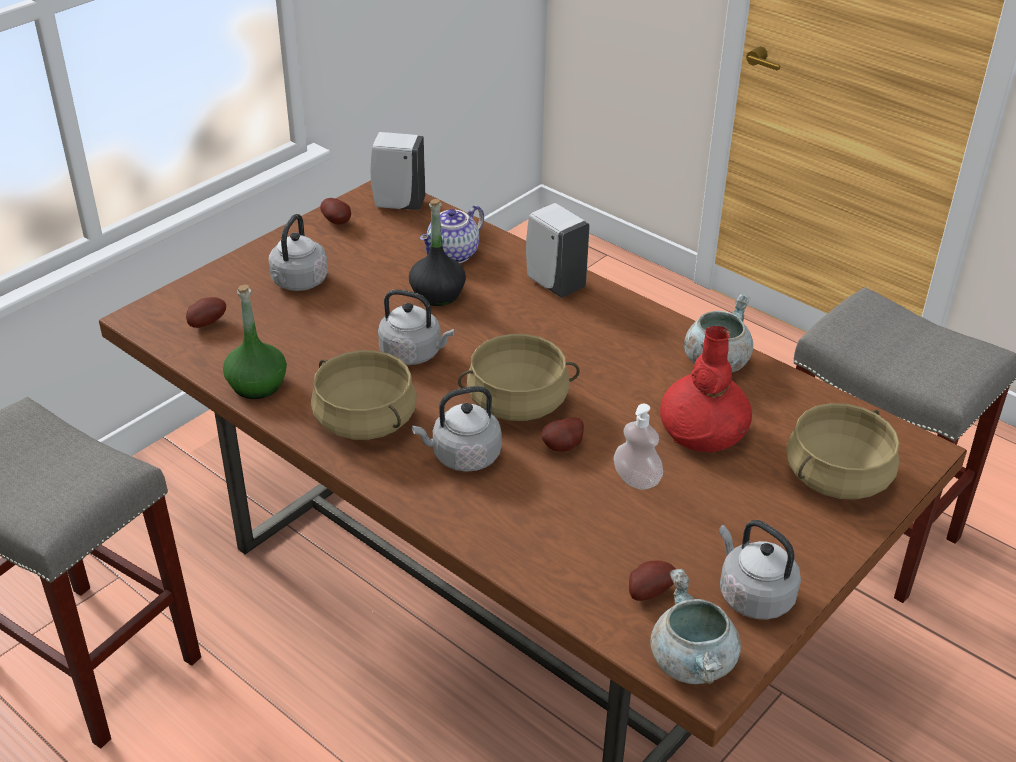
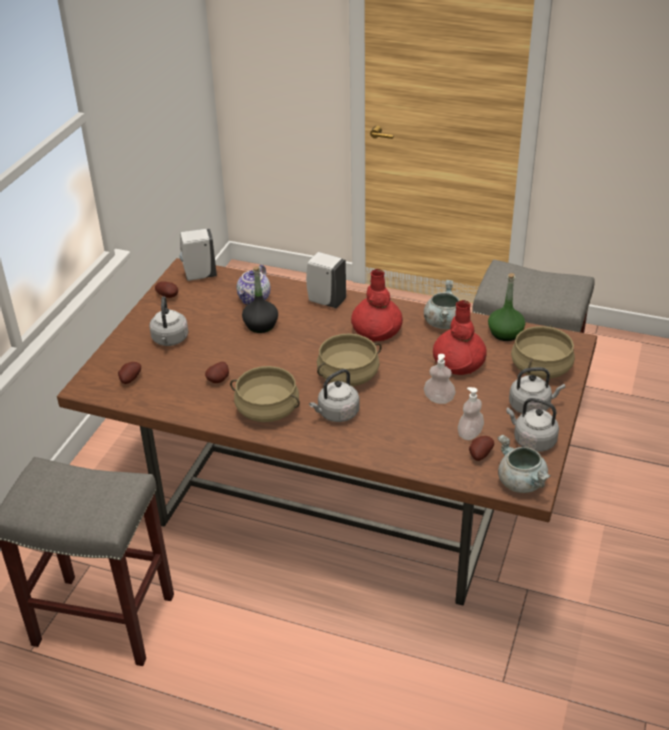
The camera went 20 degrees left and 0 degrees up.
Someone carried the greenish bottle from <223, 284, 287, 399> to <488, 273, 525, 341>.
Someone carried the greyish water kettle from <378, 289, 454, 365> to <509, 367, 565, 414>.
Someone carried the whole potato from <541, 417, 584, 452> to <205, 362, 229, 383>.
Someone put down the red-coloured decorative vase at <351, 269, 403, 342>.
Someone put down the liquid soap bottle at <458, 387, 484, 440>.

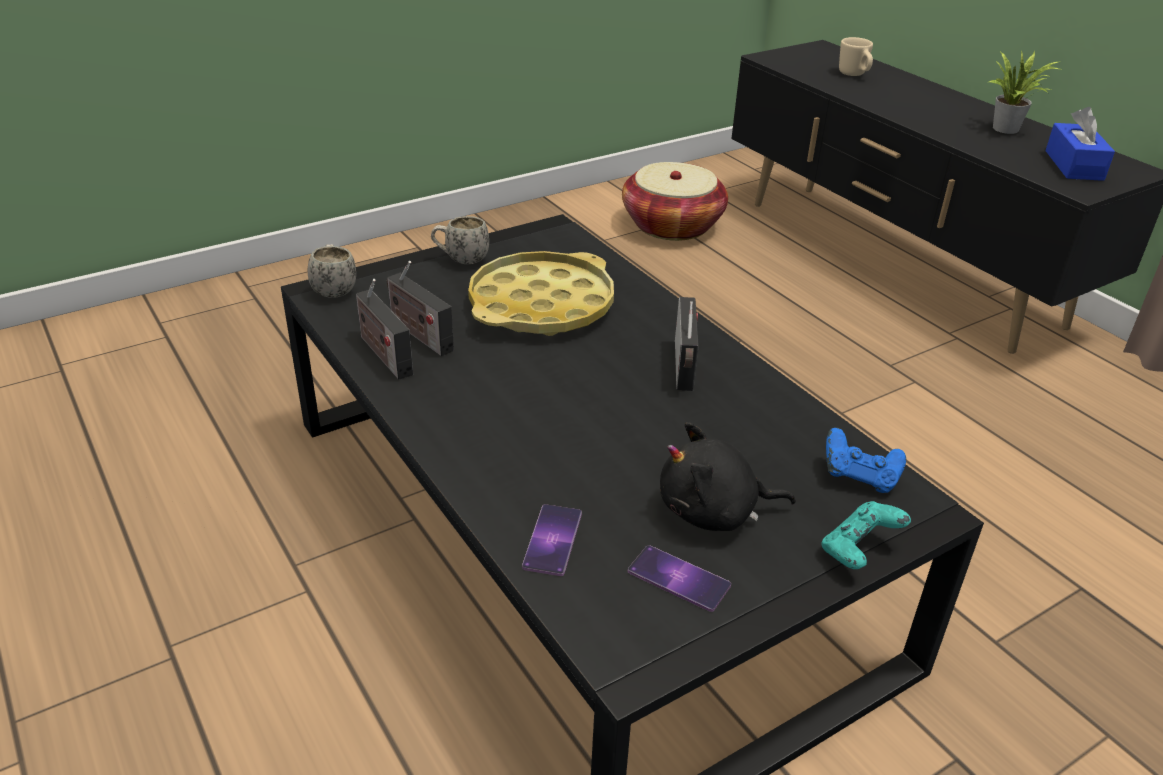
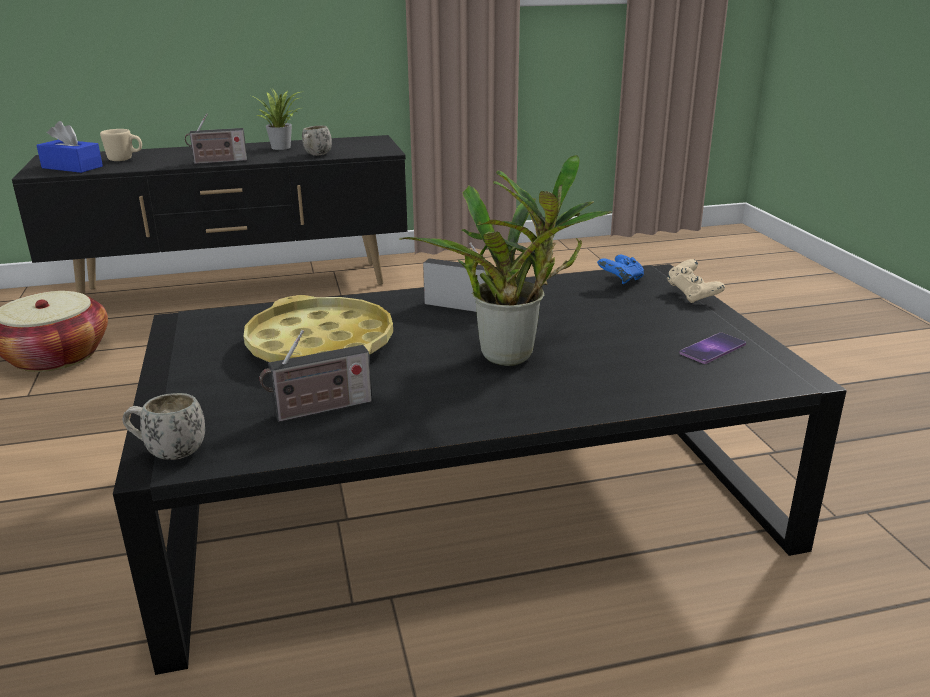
The camera went 70 degrees left and 10 degrees down.
Someone carried the radio from <356, 279, 413, 380> to <185, 113, 247, 164>.
Someone carried the whitish mug from <431, 216, 489, 264> to <302, 126, 332, 156>.
Someone took away the phone at <522, 504, 582, 576>.
Someone took away the black cuddly toy at <660, 422, 796, 531>.
Someone repainted the blue-green game controller at <821, 501, 911, 569>, which became the beige game controller at <667, 259, 725, 303>.
Someone carried the blue-coloured tissue holder from <1045, 107, 1115, 181> to <36, 121, 103, 173>.
Someone put down the houseplant at <399, 155, 612, 366>.

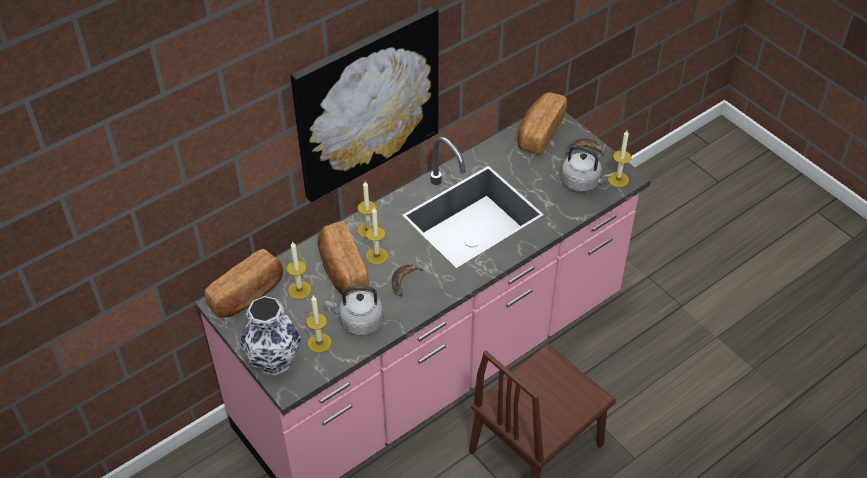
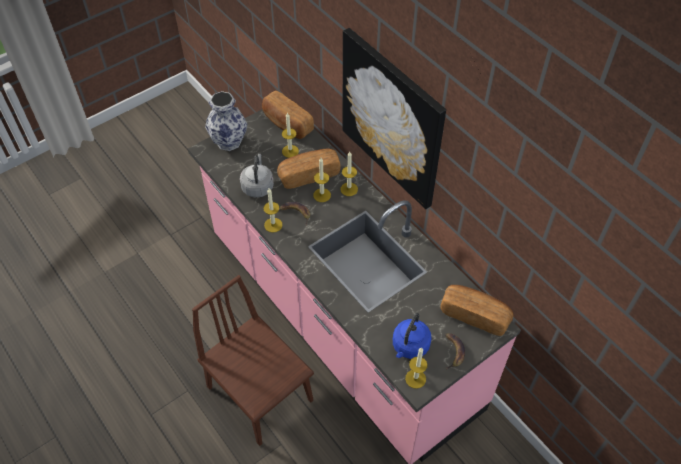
The camera went 90 degrees right and 5 degrees up.
Someone carried the wax candle from <306, 296, 332, 353> to <264, 188, 283, 233>.
Someone repainted the greyish water kettle at <561, 145, 612, 192>, which became the blue-coloured water kettle at <393, 313, 432, 359>.

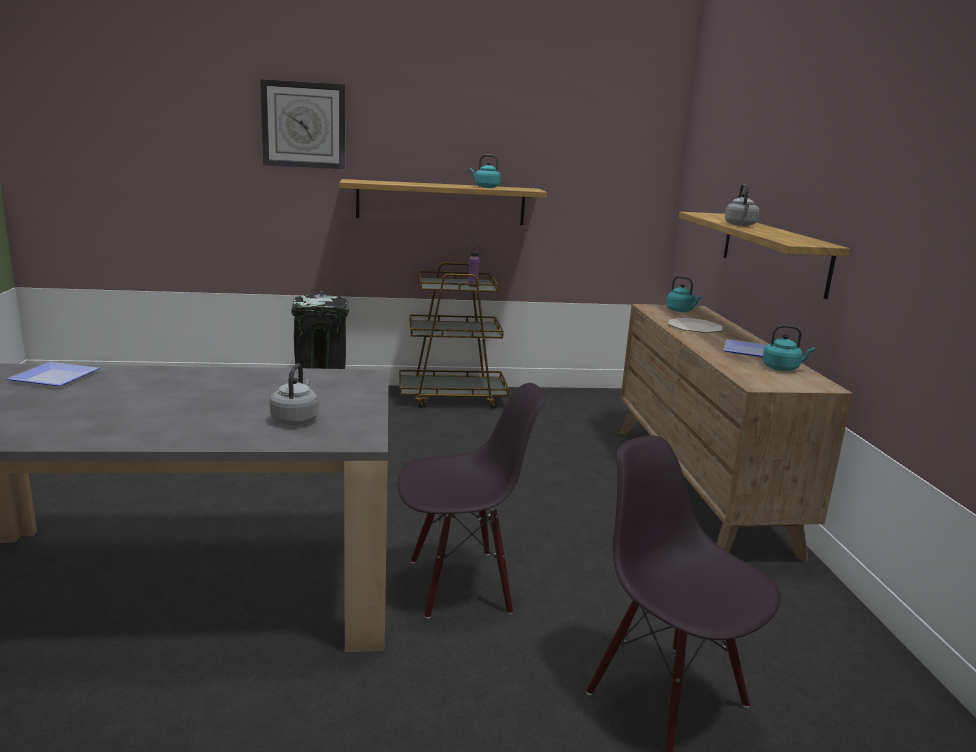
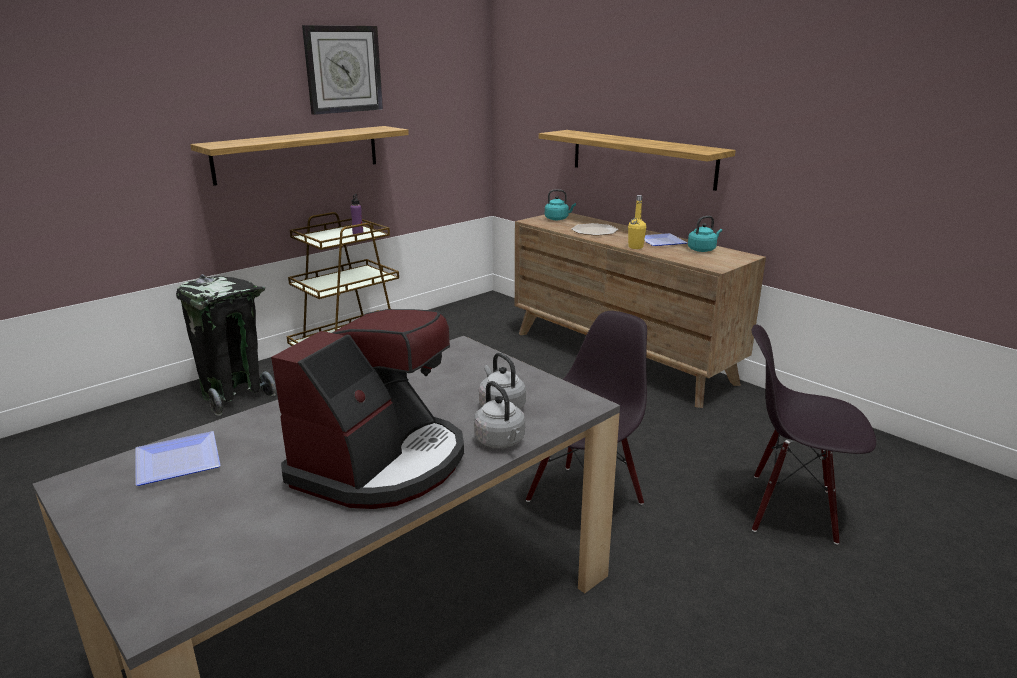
The camera went 35 degrees left and 5 degrees up.
Someone carried the clock on the wall from <260, 79, 345, 169> to <302, 25, 383, 115>.
Someone took away the blue-green water kettle at <470, 155, 501, 188>.
Someone carried the greyish water kettle from <725, 184, 759, 226> to <474, 381, 525, 448>.
Someone put down the coffee brewer at <271, 309, 464, 509>.
Someone put down the yellowish bottle at <628, 195, 646, 249>.

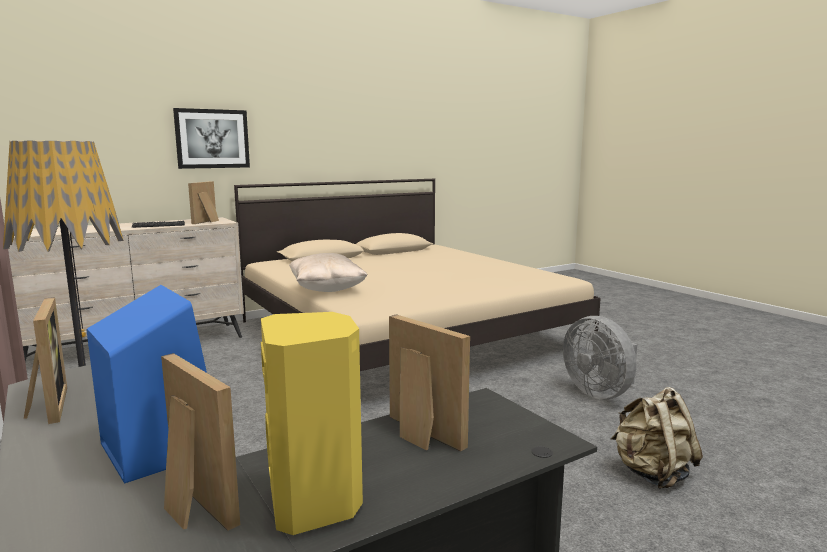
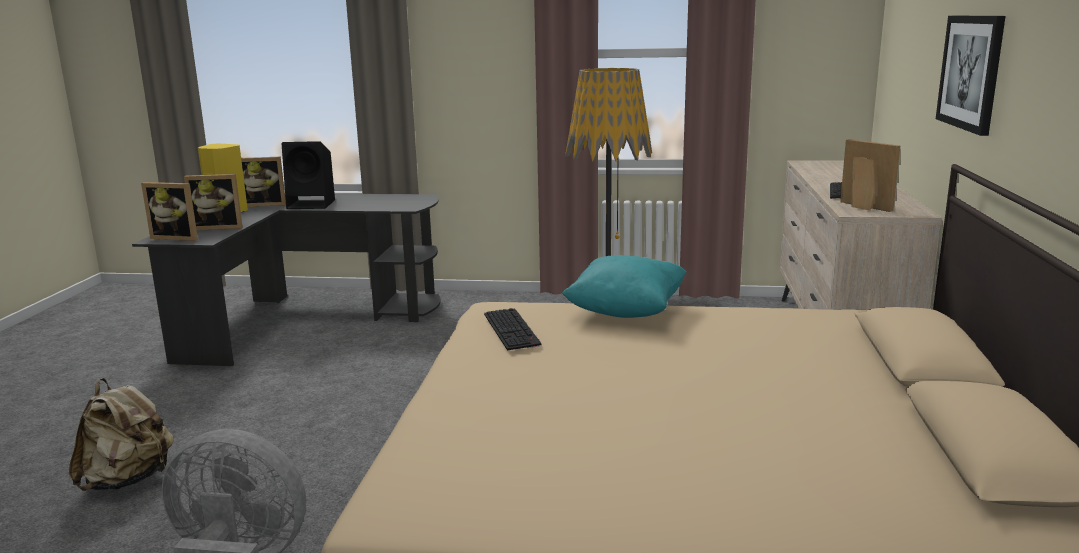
The camera went 130 degrees right and 5 degrees up.
Someone carried the photo frame from <24, 297, 67, 424> to <141, 182, 198, 241>.
Someone repainted the blue-coloured speaker at <87, 285, 207, 484>, which became the black speaker at <281, 141, 335, 209>.
Someone repainted the beige cushion at <289, 253, 368, 292>, which became the blue-green cushion at <562, 255, 687, 318>.
Someone put down the PC keyboard at <484, 308, 541, 350>.

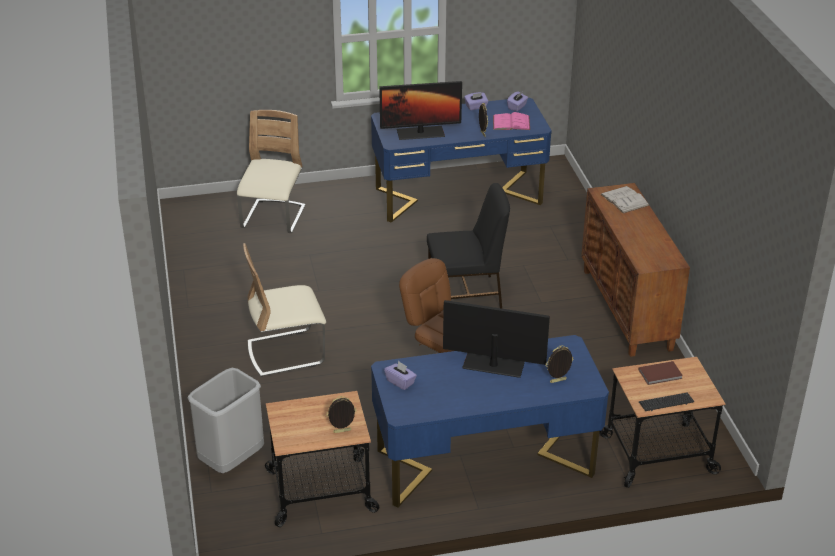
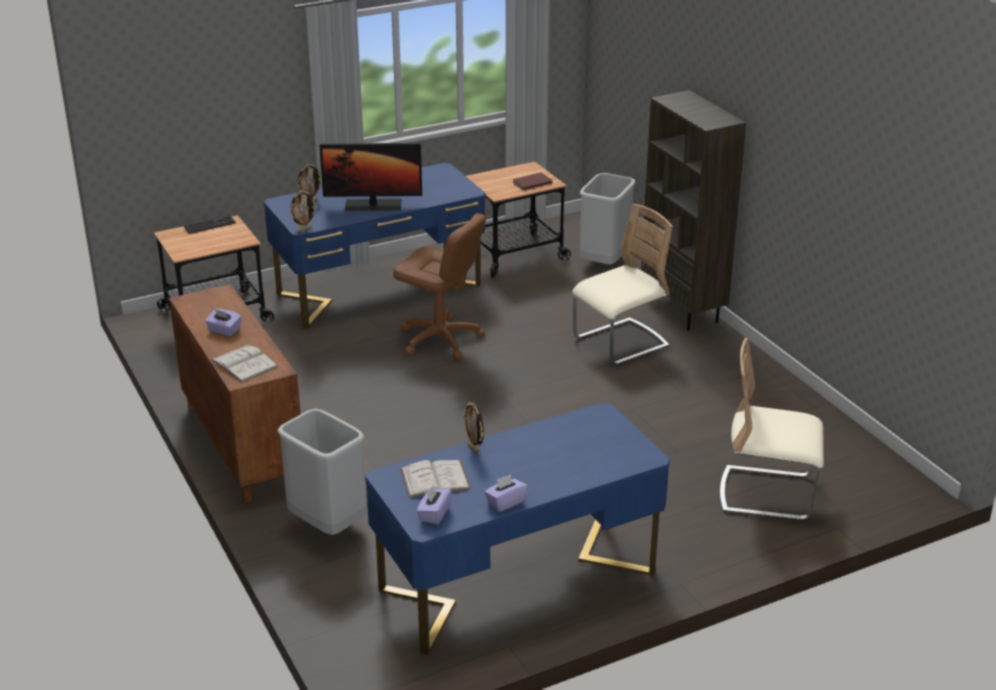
The camera went 165 degrees right and 5 degrees down.
Someone rotated the beige plain chair at <237, 110, 306, 233> by 105 degrees clockwise.
Someone carried the photo frame from <326, 396, 357, 433> to <290, 190, 317, 232>.
Someone took away the computer screen at <379, 81, 462, 140>.
Someone carried the purple tissue holder from <384, 361, 417, 390> to <205, 309, 242, 336>.
Someone took away the black plain chair at <427, 183, 510, 309>.
Someone repainted the pink bound book at <493, 112, 530, 130>, which became the whitish bound book at <400, 460, 471, 498>.
Someone carried the brownish bound book from <639, 361, 683, 385> to <513, 173, 552, 190>.
Someone put down the greyish trash can at <277, 409, 367, 535>.
Someone put down the brownish bookshelf at <641, 90, 746, 331>.

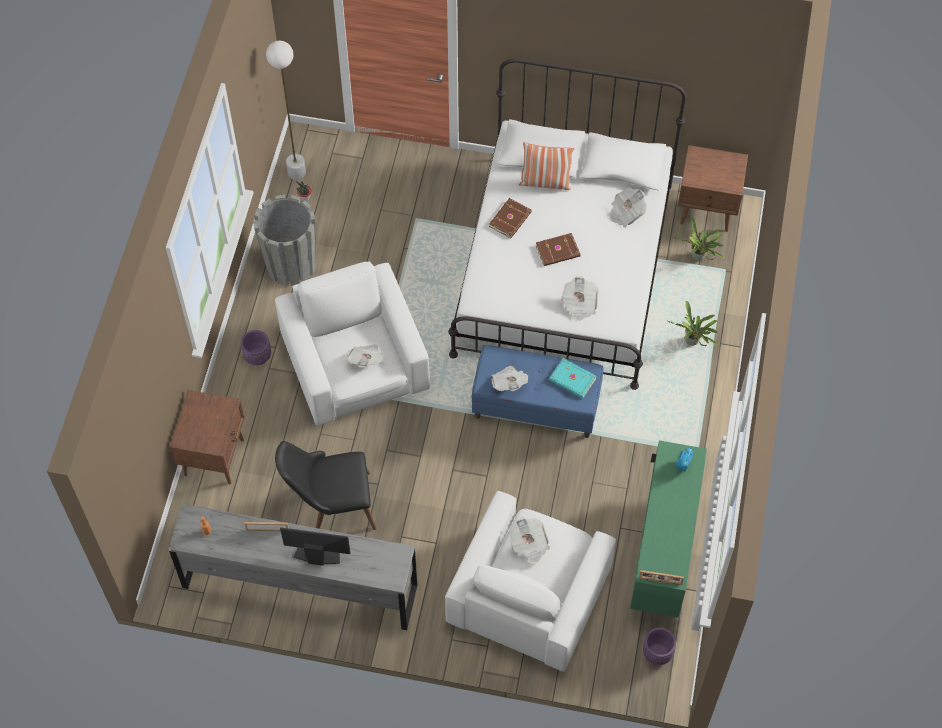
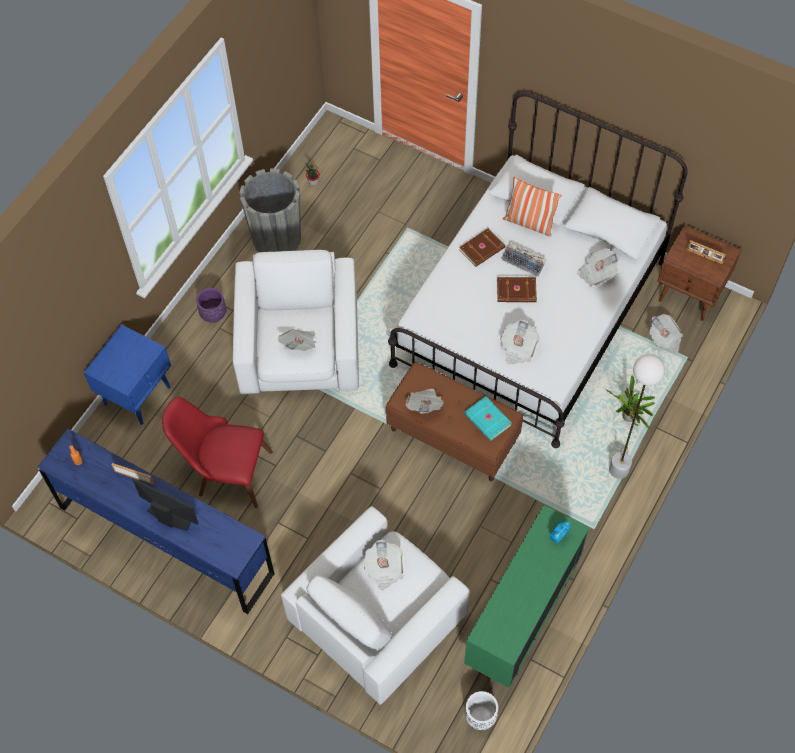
The camera went 20 degrees right and 0 degrees up.
Someone repainted the greyish dresser at <169, 504, 417, 630>, which became the blue-coloured dresser at <37, 428, 274, 614>.
Someone repainted the brownish bedside table at <170, 390, 245, 484>, which became the blue-coloured bedside table at <84, 324, 171, 425>.
Someone carried the whitish standing lamp from <266, 41, 306, 180> to <609, 354, 665, 479>.
Someone repainted the black plain chair at <275, 441, 376, 530>, which became the red-coloured plain chair at <162, 397, 273, 508>.
Someone repainted the blue-coloured bench at <472, 345, 603, 438>, which became the brownish bench at <386, 362, 523, 481>.
Someone carried the photo frame from <639, 570, 684, 585> to <687, 240, 726, 265>.
Someone repainted the purple planter at <643, 627, 676, 665>, which became the whitish planter at <465, 691, 498, 730>.
Someone swapped the houseplant at <674, 217, 725, 261> for the daily paper at <649, 314, 683, 353>.
Someone put down the PC keyboard at <501, 243, 547, 277>.

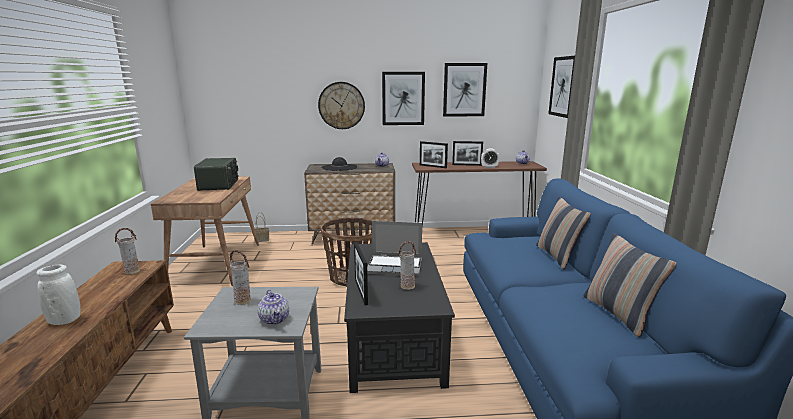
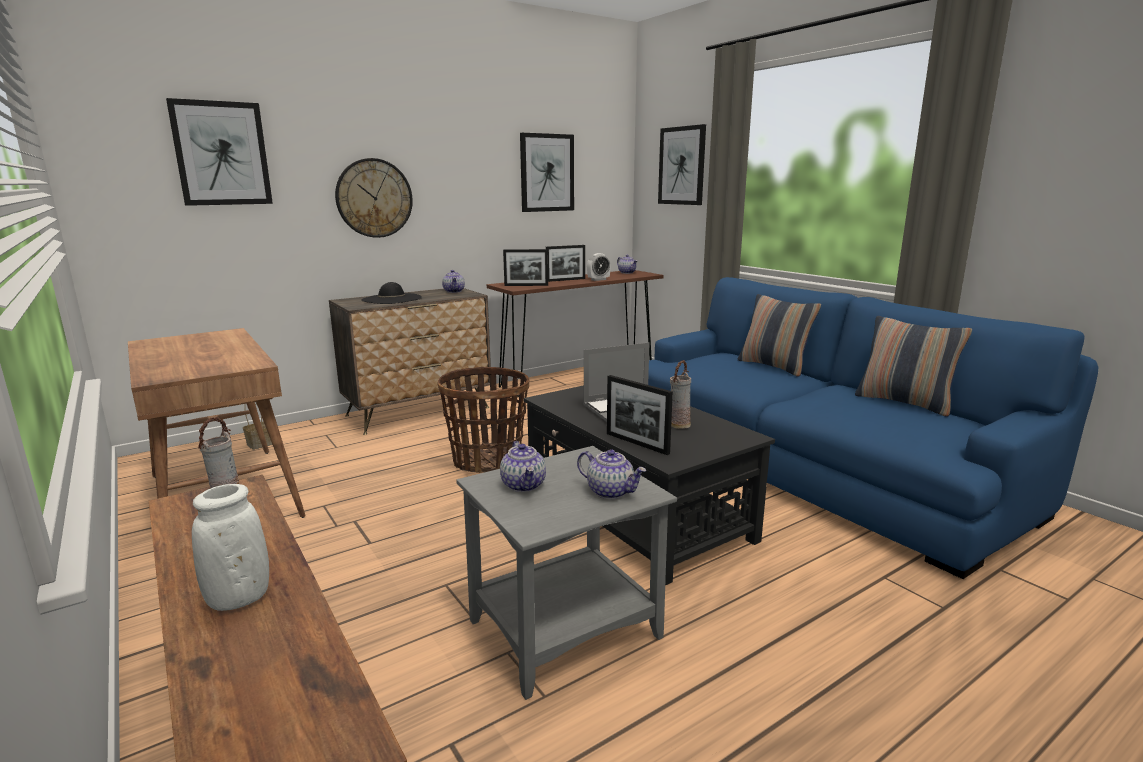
The camera went 30 degrees left and 0 degrees up.
Someone took away the radio at <194, 158, 239, 191>.
Someone swapped the decorative vase at <230, 250, 251, 305> for the tea pot at <500, 441, 546, 492>.
Someone carried the picture from <382, 72, 425, 125> to <166, 98, 273, 206>.

